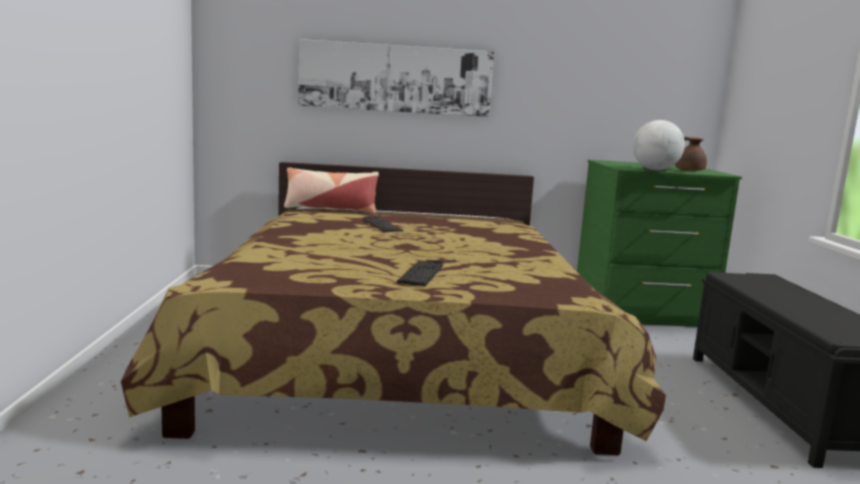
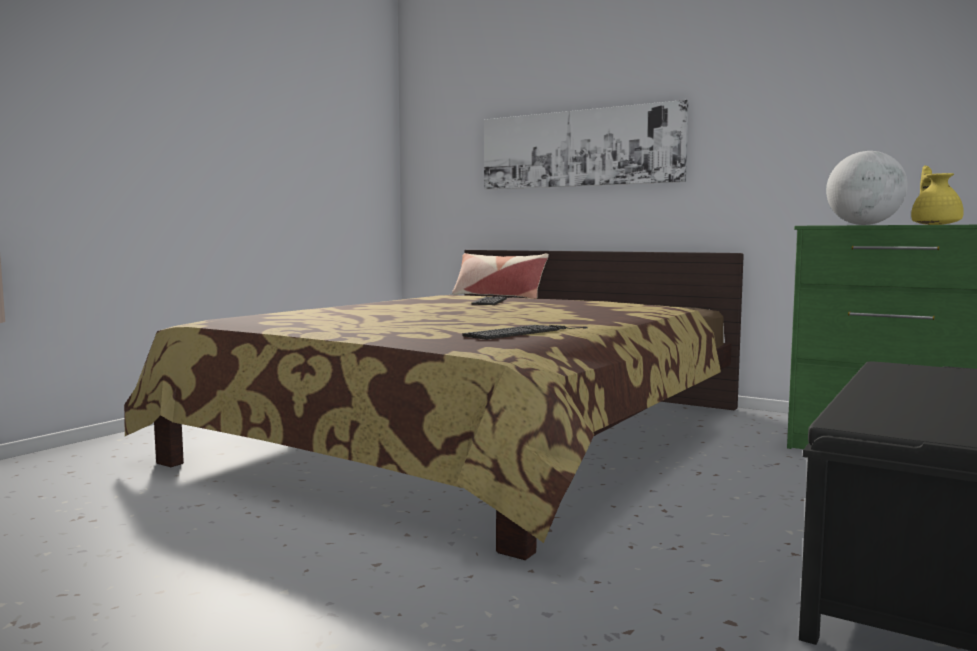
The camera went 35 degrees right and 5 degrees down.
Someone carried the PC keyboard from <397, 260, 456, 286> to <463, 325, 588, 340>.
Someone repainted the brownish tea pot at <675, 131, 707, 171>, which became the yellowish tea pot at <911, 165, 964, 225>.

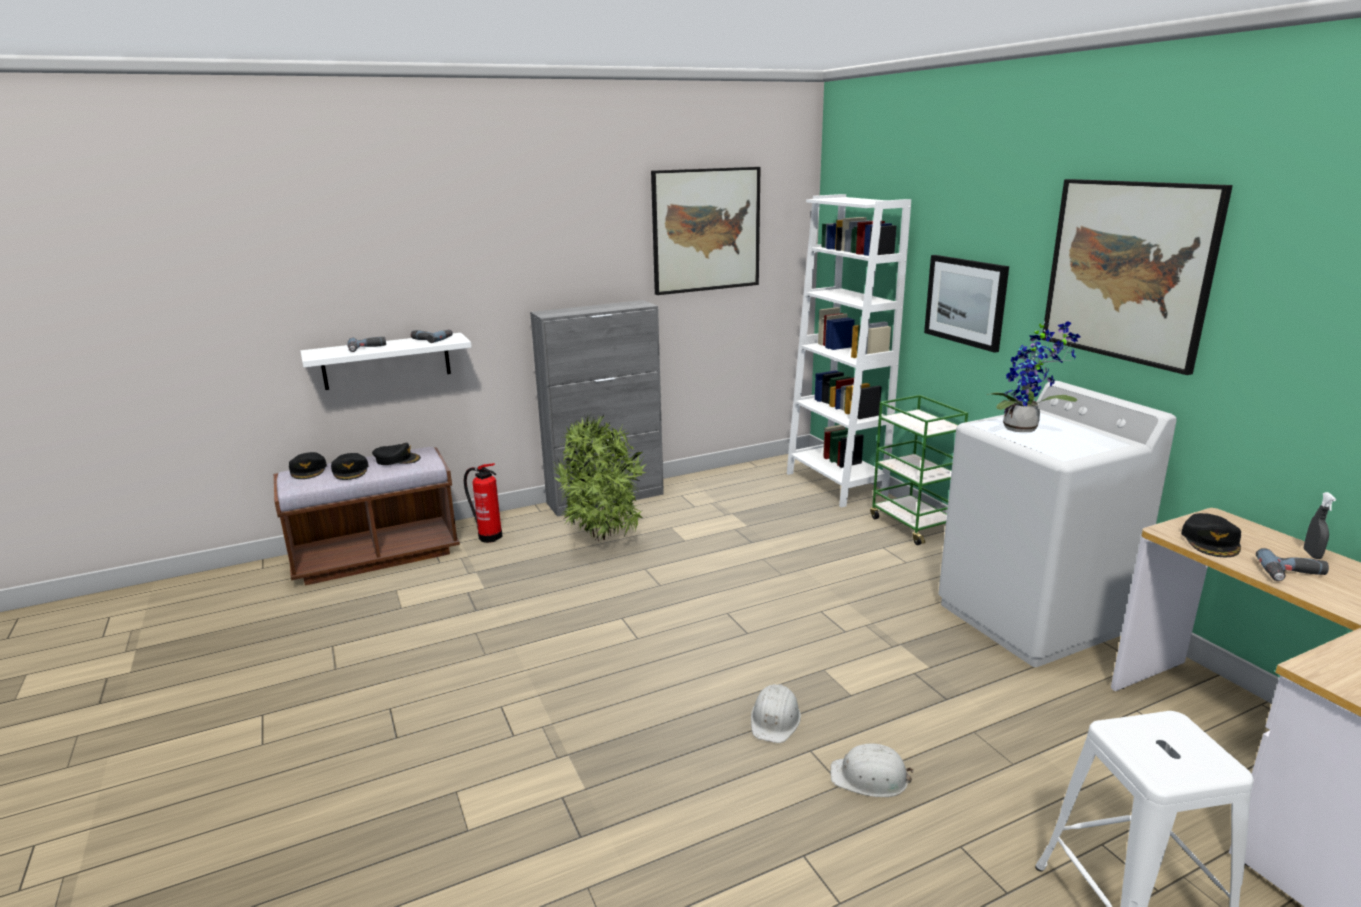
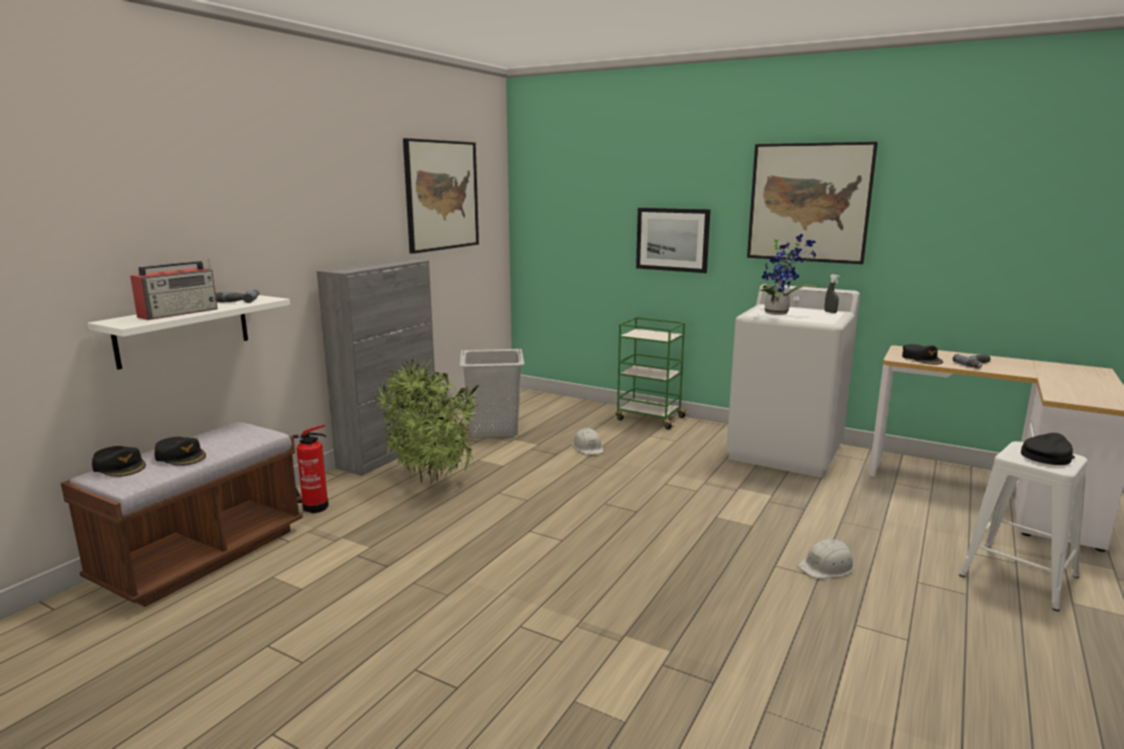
The camera went 35 degrees left and 5 degrees down.
Someone swapped the power drill at <347, 337, 386, 352> for the radio at <130, 258, 218, 320>.
Someone carried the black baseball cap from <372, 443, 421, 465> to <1021, 433, 1075, 465>.
Someone carried the whitish work helmet from <751, 684, 801, 743> to <572, 428, 603, 455>.
Someone took away the whitish bookshelf at <787, 194, 911, 508>.
Someone carried the greyish hand sprayer from <1304, 492, 1336, 559> to <824, 274, 839, 313>.
Someone put down the greyish hamper at <459, 349, 525, 438>.

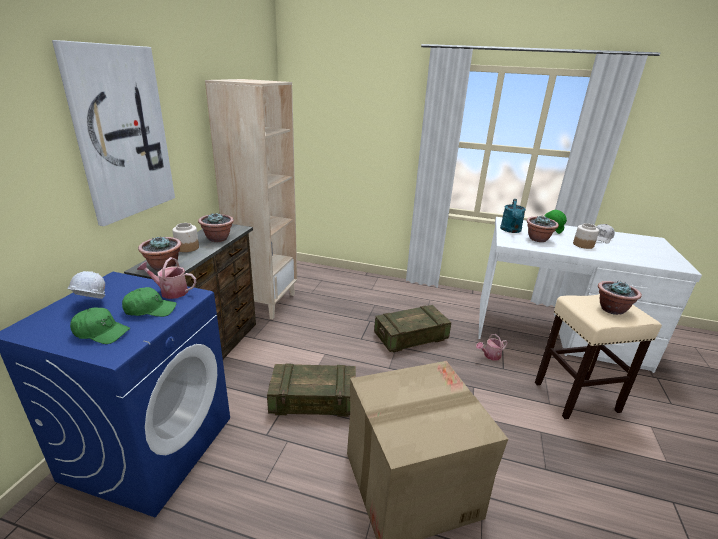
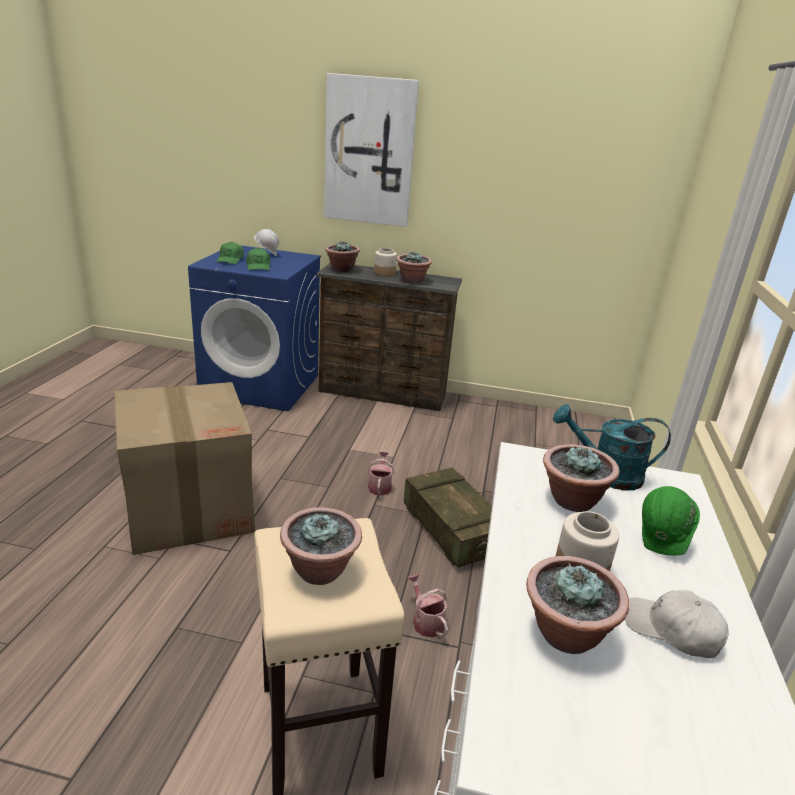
The camera went 85 degrees right and 0 degrees up.
Someone carried the watering pot from <137, 257, 196, 299> to <368, 452, 394, 496>.
Someone took away the beige bookshelf at <205, 79, 297, 319>.
Someone took away the packing crate at <267, 364, 356, 417>.
Someone put down the houseplant at <526, 556, 629, 654>.

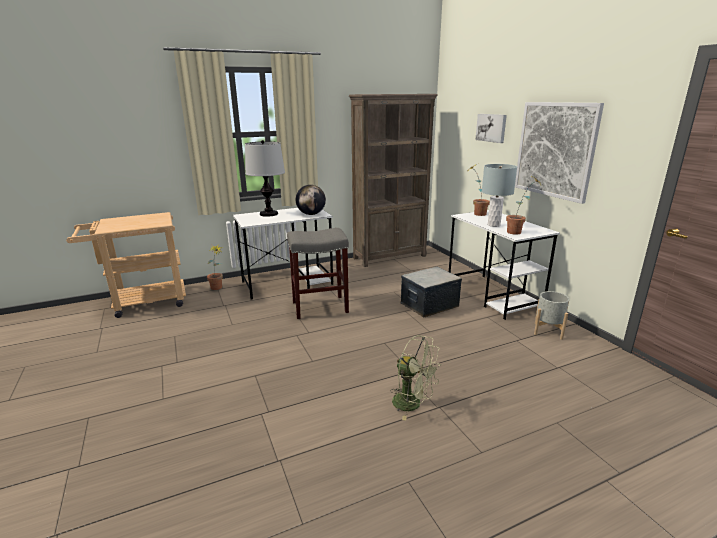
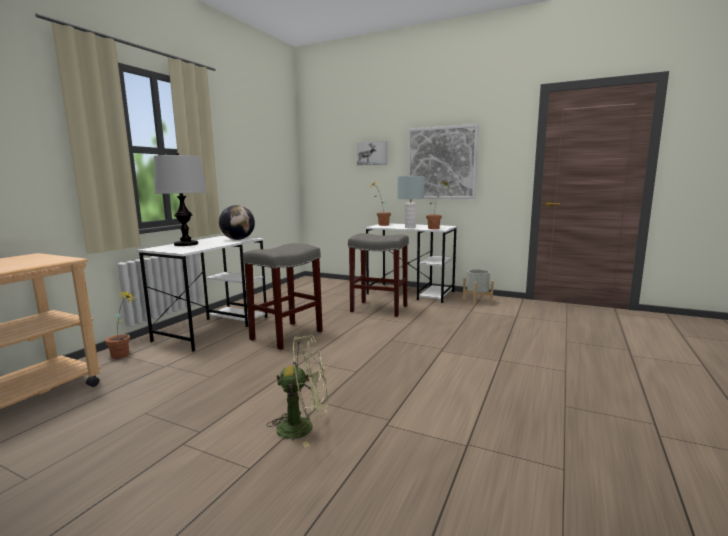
The camera went 40 degrees left and 10 degrees down.
Someone took away the brownish bookshelf at <349, 94, 438, 267>.
Someone carried the greenish fan from <390, 335, 440, 420> to <267, 335, 328, 447>.
Someone swapped the storage container at <400, 267, 462, 318> for the greyish stool at <348, 233, 409, 317>.

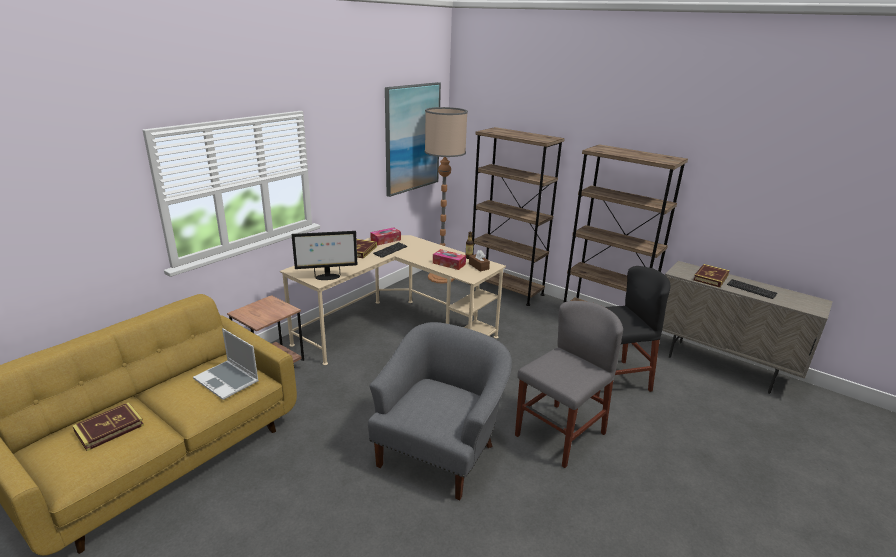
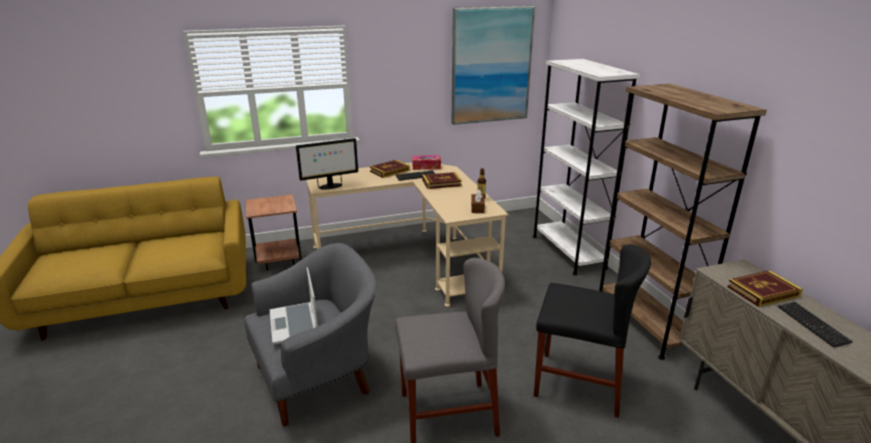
The camera went 35 degrees right and 0 degrees up.
Someone carried the bound book from <73, 402, 144, 451> to <422, 172, 462, 189>.
Someone carried the portable computer from <193, 328, 259, 400> to <270, 267, 318, 345>.
Someone rotated the computer screen at <292, 231, 357, 280> by 45 degrees counterclockwise.
Someone took away the standing lamp at <424, 107, 468, 284>.
Someone took away the tissue holder at <433, 249, 466, 270>.
Someone repainted the brownish bookshelf at <469, 127, 565, 306>, which became the whitish bookshelf at <533, 59, 640, 275>.

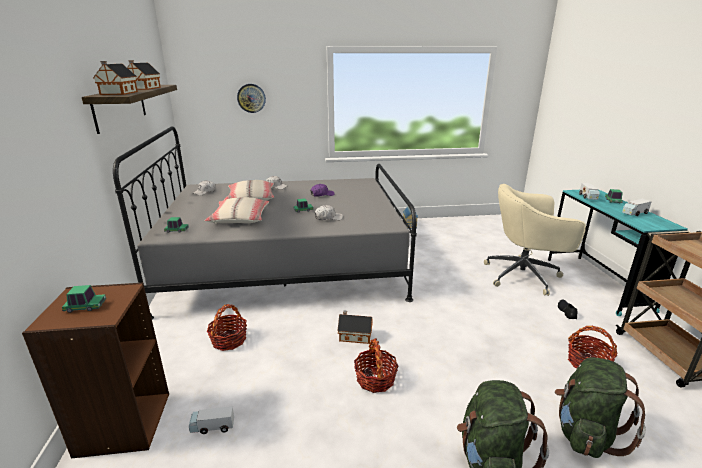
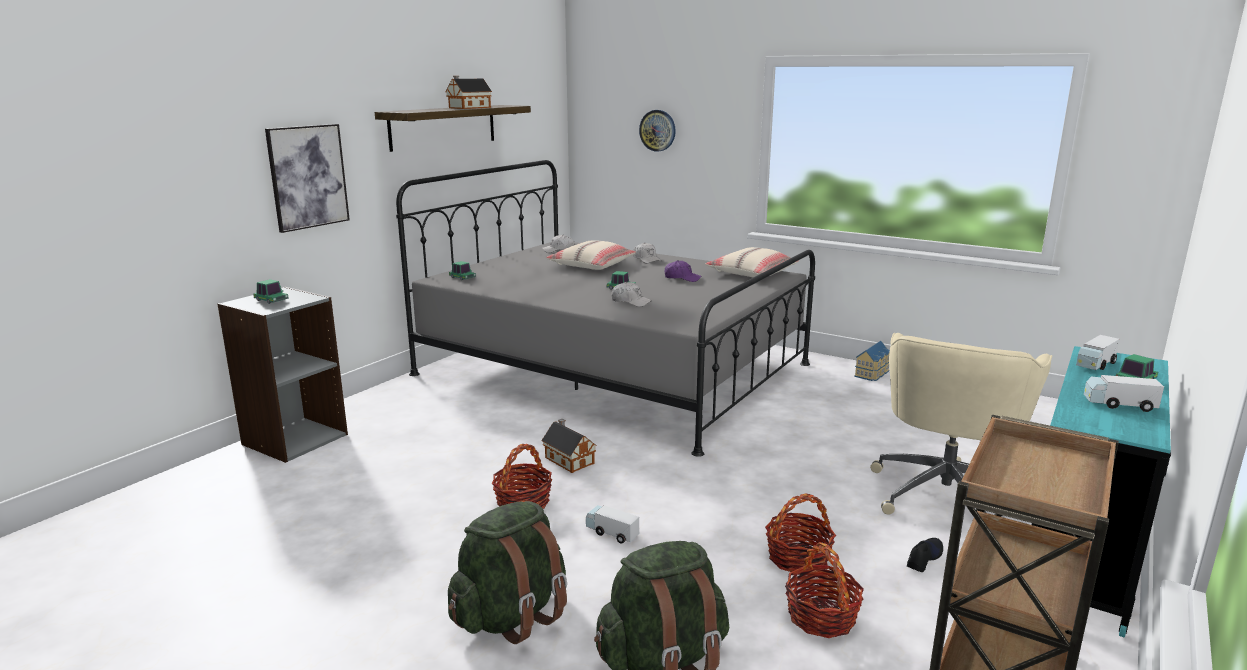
The camera went 40 degrees right and 5 degrees down.
Someone repainted the brownish bookshelf at <22, 283, 169, 459>, which became the greyish bookshelf at <217, 287, 348, 463>.
Someone took away the toy house at <93, 61, 138, 95>.
Someone carried the toy truck from <189, 406, 234, 434> to <586, 505, 639, 544>.
Someone carried the beige cushion from <205, 197, 269, 224> to <705, 247, 799, 277>.
Someone carried the household basket from <207, 304, 247, 351> to <765, 493, 836, 572>.
Someone rotated the beige computer chair at <484, 184, 586, 296> by 105 degrees counterclockwise.
Someone put up the picture at <265, 124, 350, 233>.

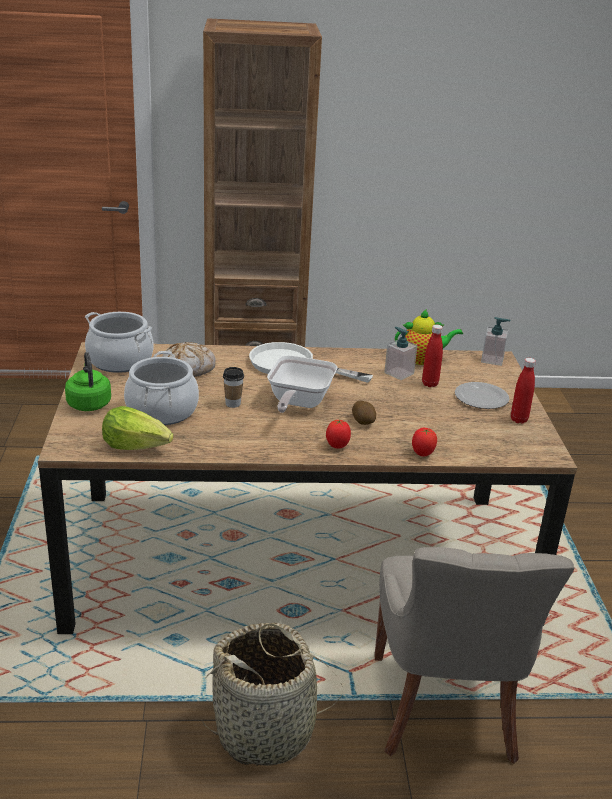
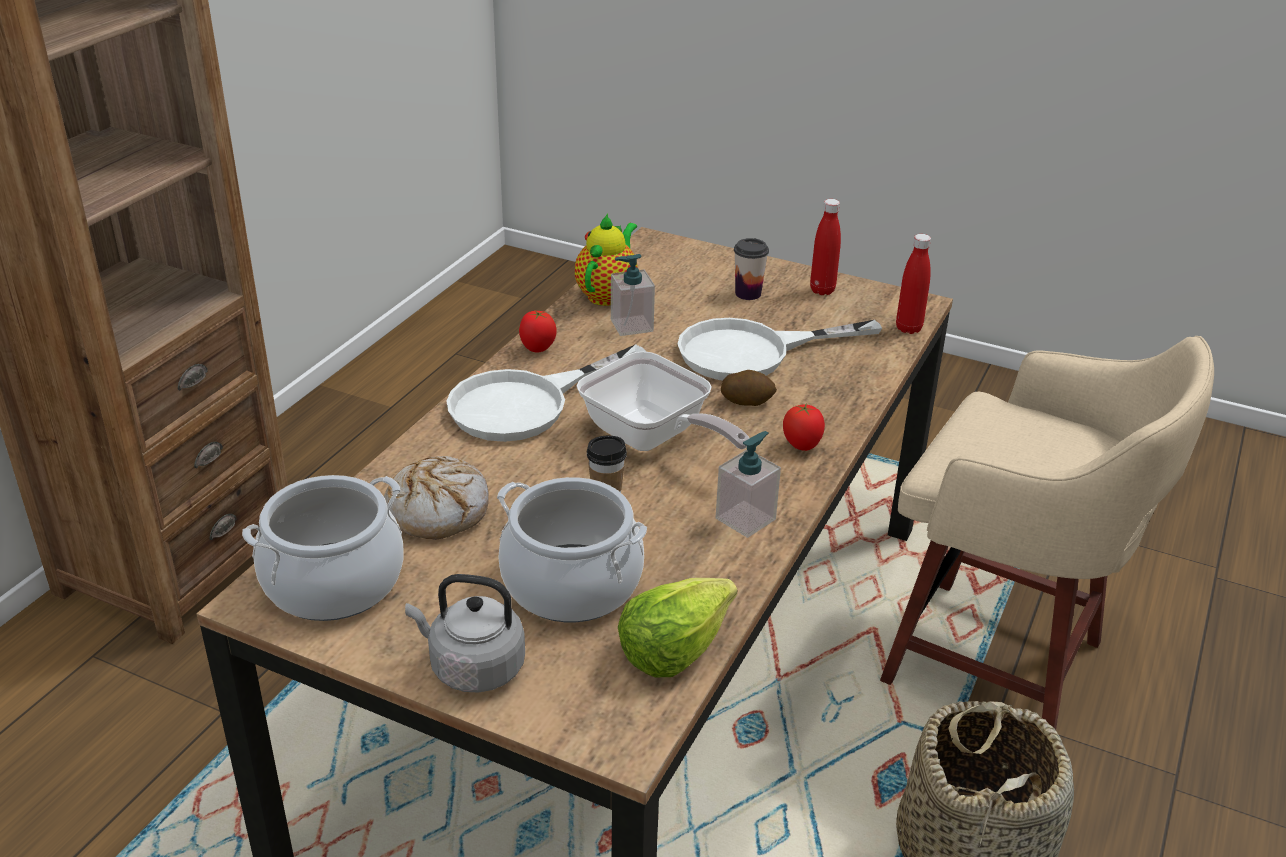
The camera went 60 degrees left and 5 degrees up.
Someone repainted the greenish water kettle at <65, 352, 111, 411>, which became the greyish water kettle at <405, 574, 525, 693>.
Someone swapped the greyish plain chair at <375, 547, 575, 764> for the beige stool at <880, 336, 1214, 730>.
Someone carried the fresh tomato from <412, 428, 437, 457> to <519, 311, 557, 353>.
Someone carried the red-coloured bottle from <422, 325, 443, 387> to <896, 234, 931, 334>.
Someone swapped the flat dish at <455, 382, 509, 409> for the cup at <734, 238, 769, 300>.
Someone carried the liquid soap bottle from <481, 317, 510, 366> to <716, 431, 781, 538>.
Someone put down the whitish pan at <677, 318, 882, 380>.

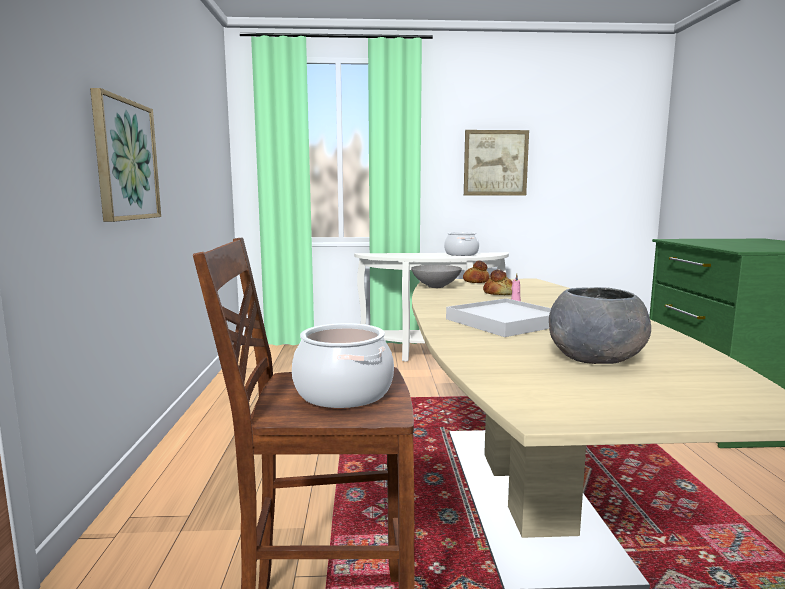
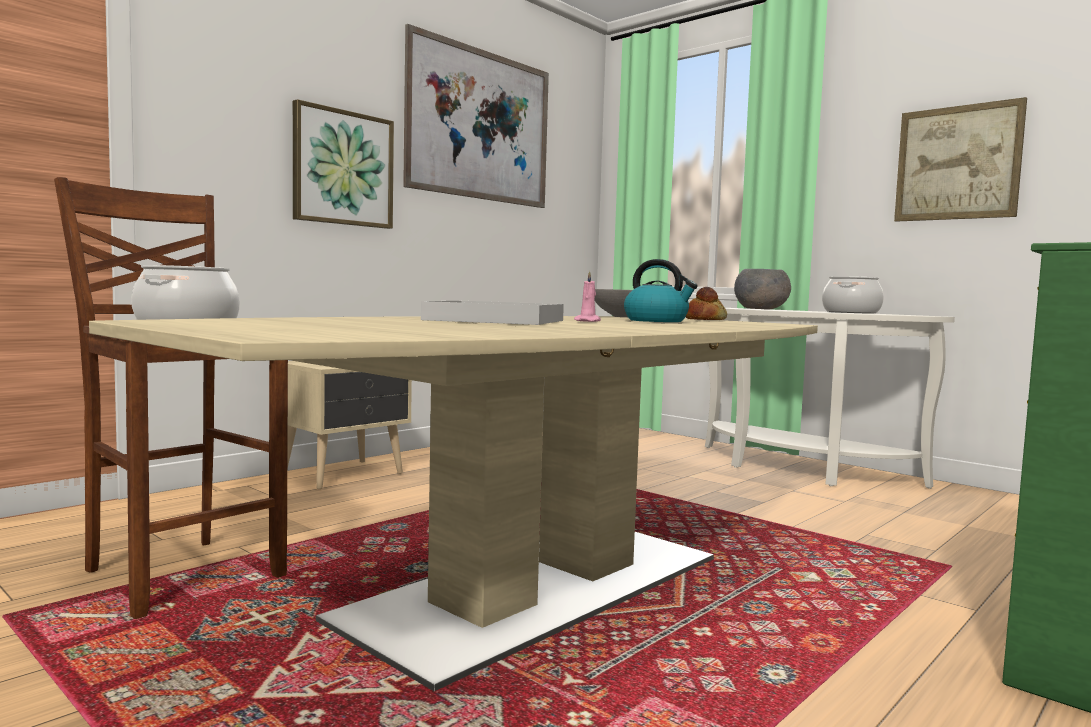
The camera went 45 degrees right and 5 degrees down.
Someone swapped the bread at <483, 269, 512, 295> for the water kettle at <624, 259, 698, 322>.
Someone carried the greyish deep dish from <549, 287, 651, 364> to <734, 269, 791, 309>.
Someone put down the beige bedside table at <287, 361, 412, 489>.
Someone put up the picture at <403, 24, 549, 208>.

